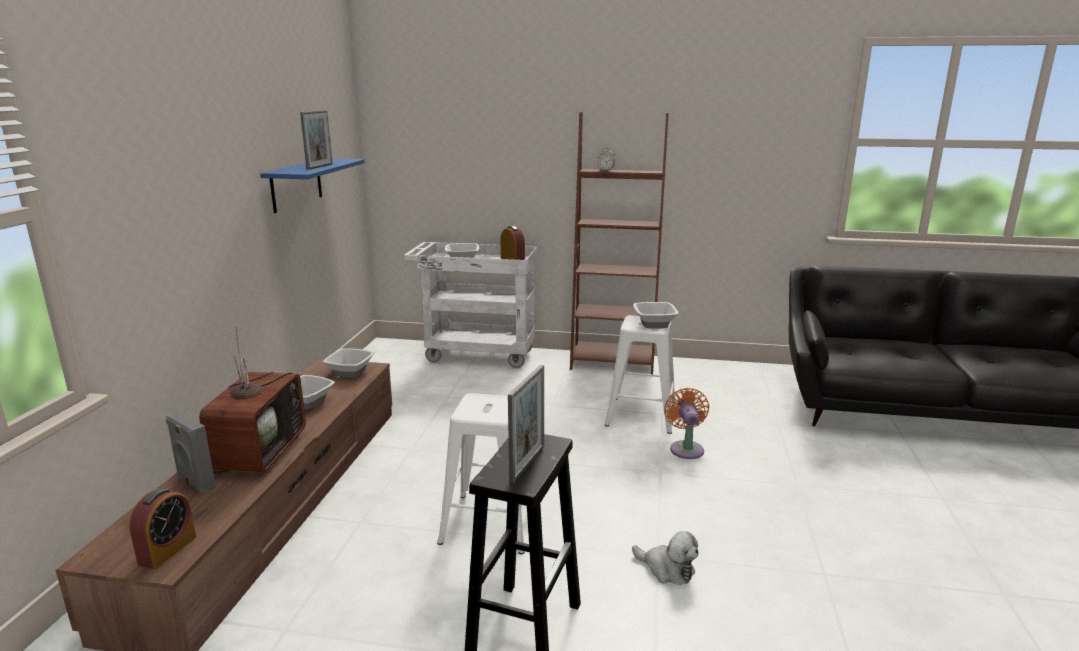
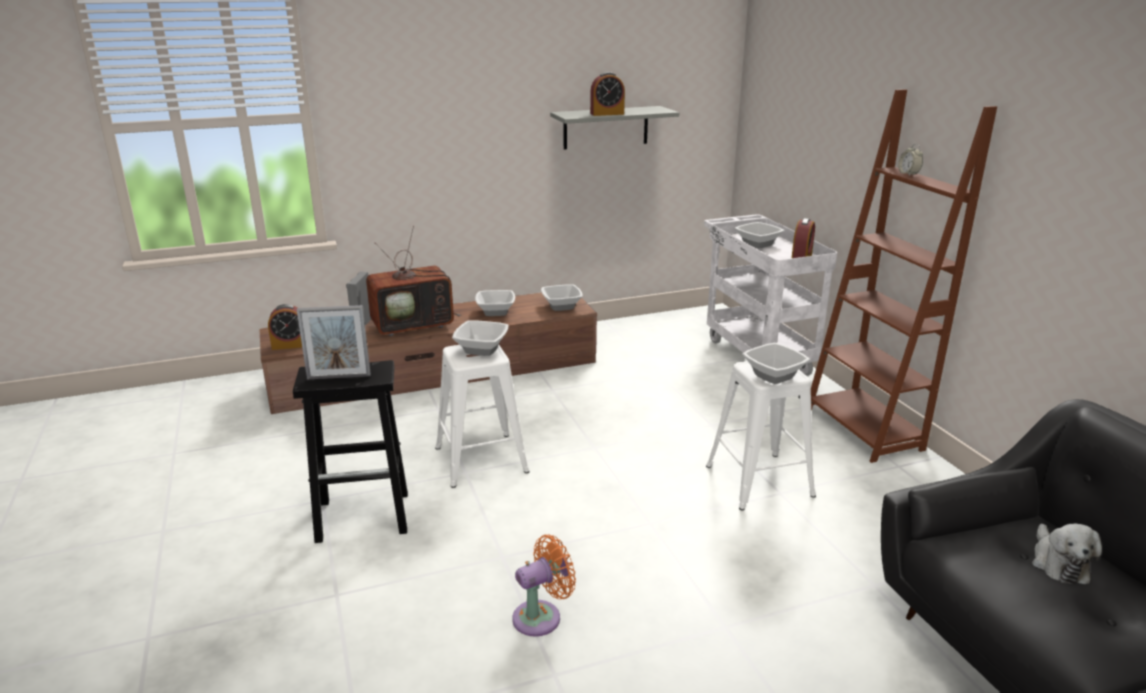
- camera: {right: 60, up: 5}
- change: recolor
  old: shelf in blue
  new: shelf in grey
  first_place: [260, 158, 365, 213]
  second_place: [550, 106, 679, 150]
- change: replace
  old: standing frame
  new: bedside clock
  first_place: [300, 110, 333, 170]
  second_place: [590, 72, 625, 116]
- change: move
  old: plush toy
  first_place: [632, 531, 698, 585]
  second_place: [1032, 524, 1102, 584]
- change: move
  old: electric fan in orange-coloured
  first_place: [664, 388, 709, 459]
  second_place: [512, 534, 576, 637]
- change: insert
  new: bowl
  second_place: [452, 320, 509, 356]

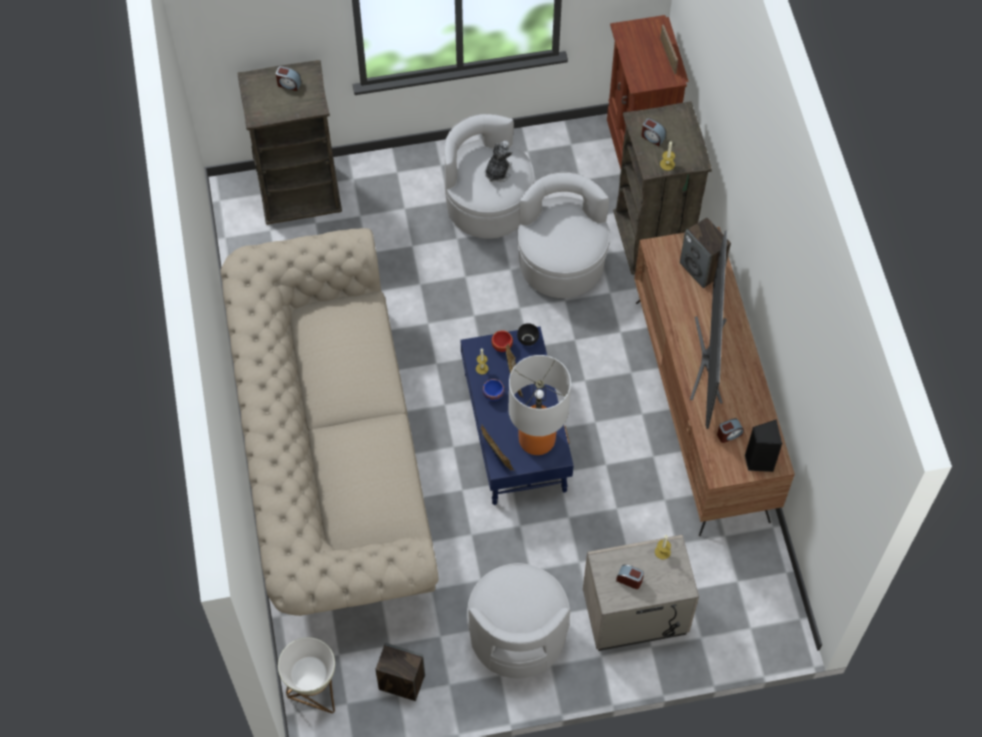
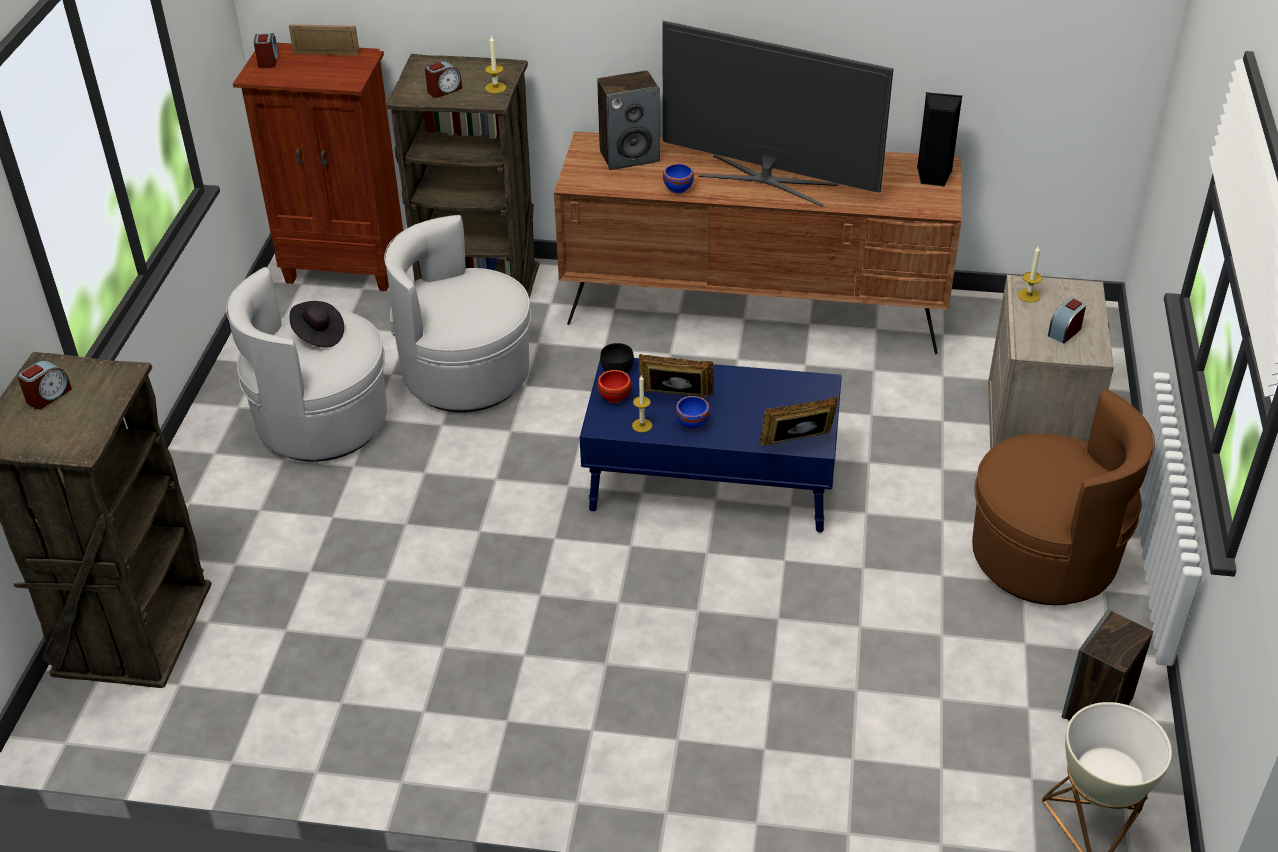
- camera: {right: -70, up: -20}
- change: delete
  old: couch in sand-coloured
  first_place: [221, 228, 439, 616]
- change: recolor
  old: easy chair in white
  new: easy chair in brownish
  first_place: [467, 563, 570, 678]
  second_place: [972, 389, 1155, 606]
- change: replace
  old: plush toy
  new: wearable hat in blackish
  first_place: [485, 141, 513, 182]
  second_place: [290, 301, 344, 348]
- change: delete
  old: table lamp
  first_place: [508, 355, 571, 455]
- change: move
  old: bedside clock
  first_place: [717, 418, 744, 443]
  second_place: [254, 33, 278, 68]
- change: insert
  new: bowl in blue
  second_place: [663, 164, 694, 194]

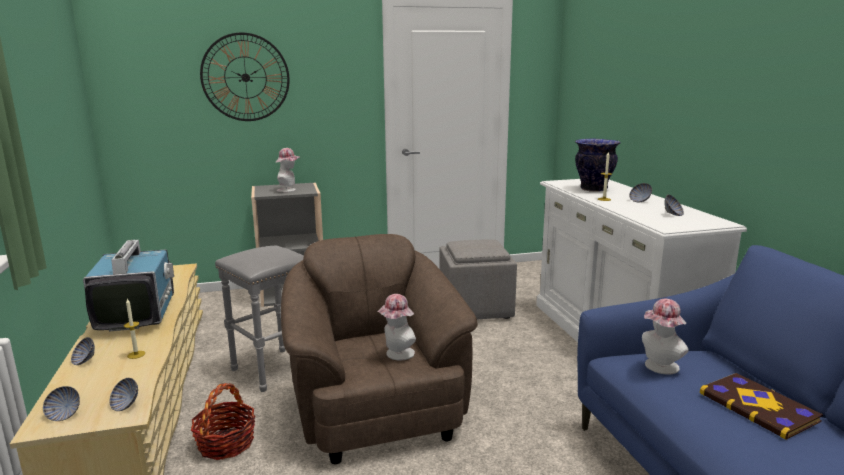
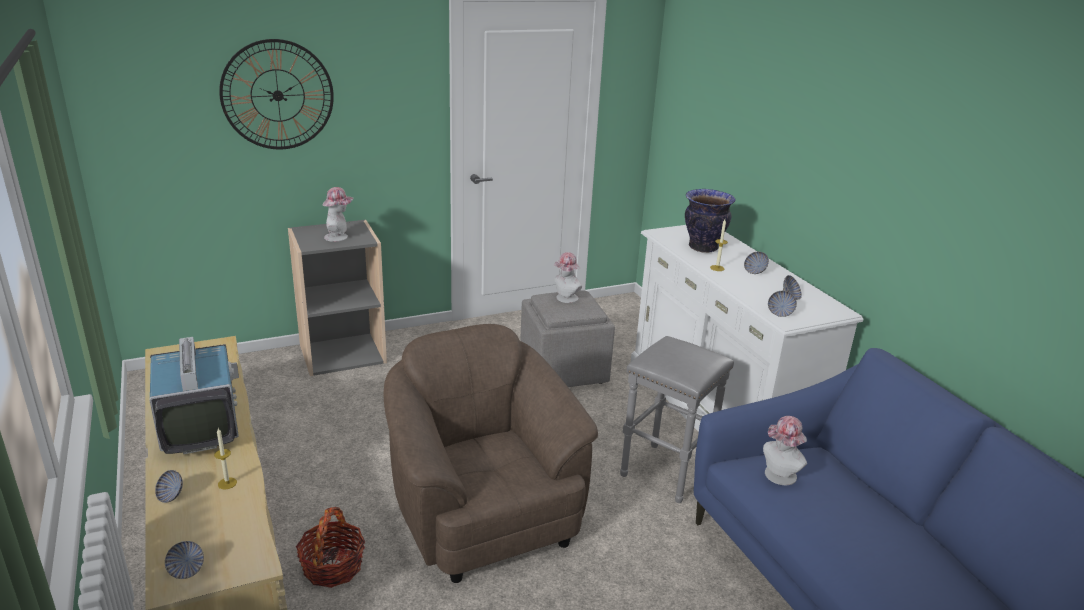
- camera: {right: -10, up: 10}
- change: move
  old: bowl
  first_place: [109, 378, 138, 411]
  second_place: [768, 291, 797, 317]
- change: move
  old: stool in grey
  first_place: [215, 246, 304, 392]
  second_place: [620, 336, 734, 503]
- change: move
  old: wearable hat
  first_place: [377, 294, 416, 360]
  second_place: [554, 252, 582, 303]
- change: delete
  old: volume
  first_place: [700, 373, 823, 440]

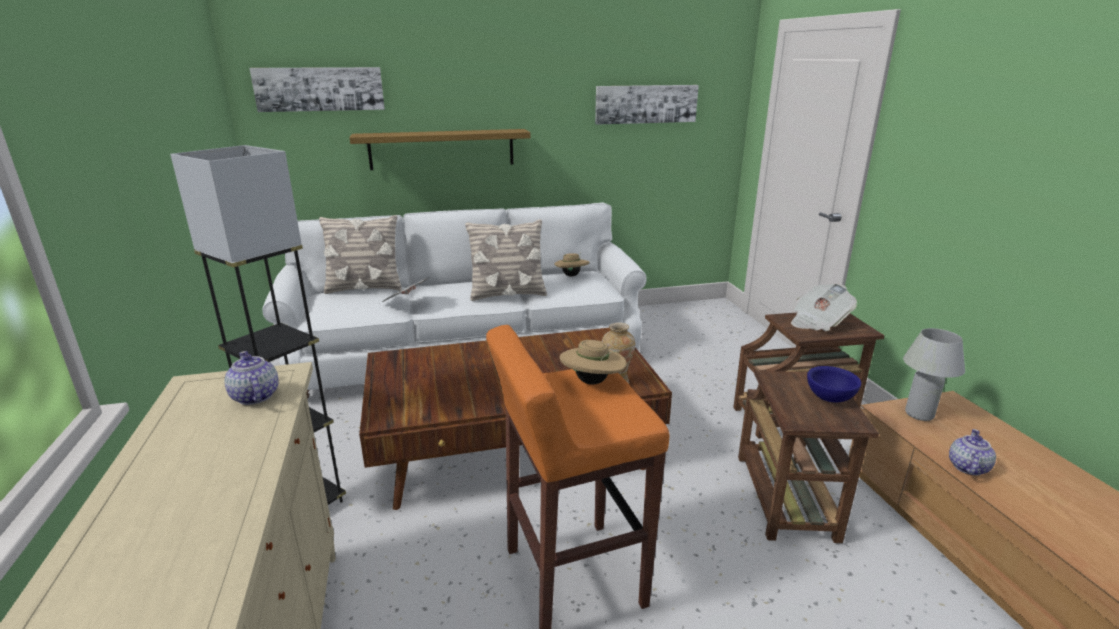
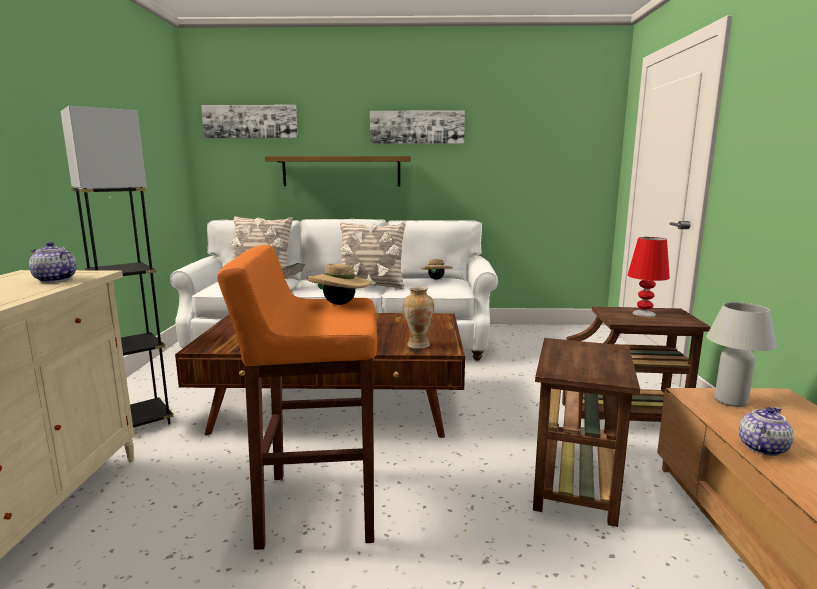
- camera: {right: 15, up: -10}
- change: rotate
  old: teapot
  first_place: [225, 351, 279, 405]
  second_place: [29, 242, 77, 283]
  degrees: -45
- change: move
  old: picture
  first_place: [595, 85, 699, 125]
  second_place: [370, 110, 465, 144]
- change: replace
  old: printed paper
  new: table lamp in reddish
  first_place: [791, 283, 857, 331]
  second_place: [627, 237, 670, 317]
- change: delete
  old: bowl in blue
  first_place: [807, 366, 861, 403]

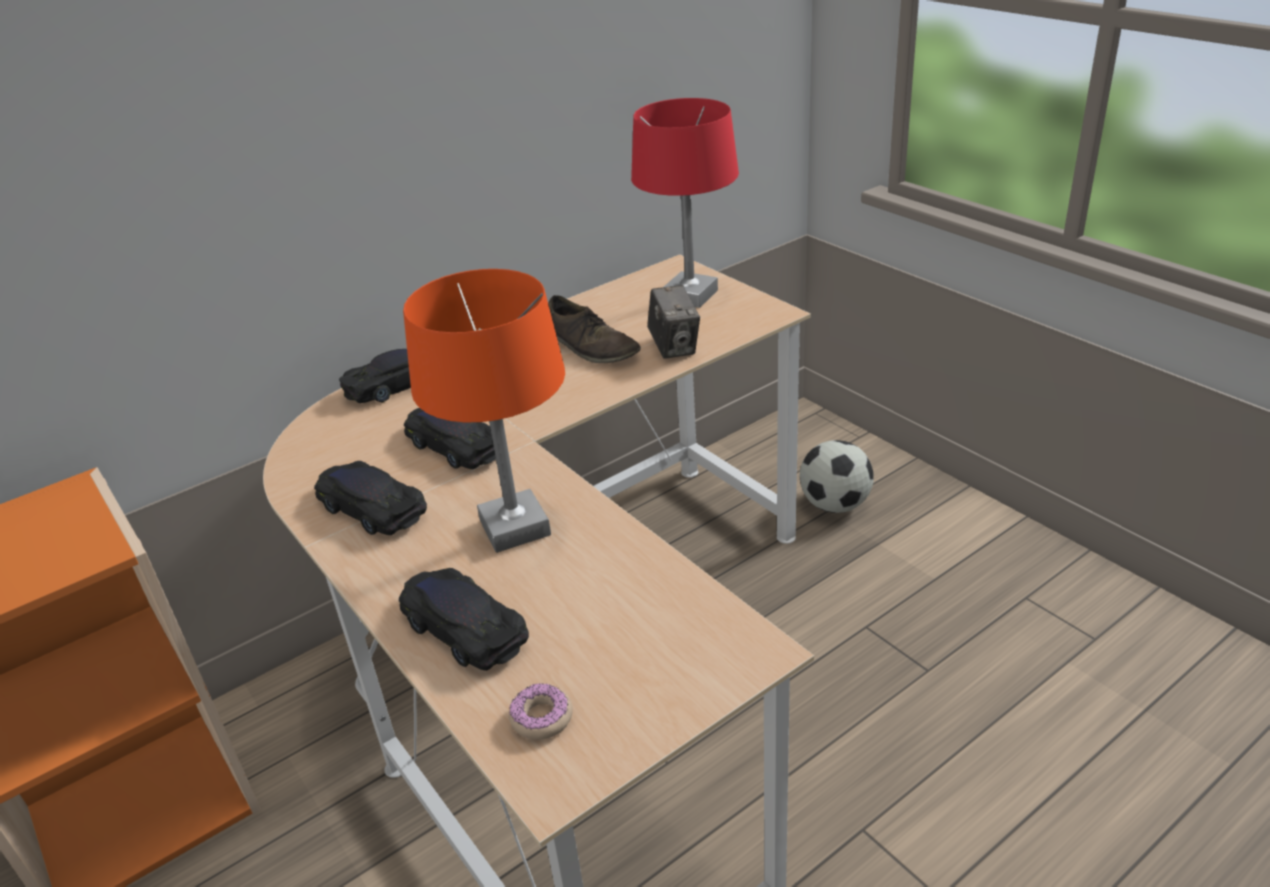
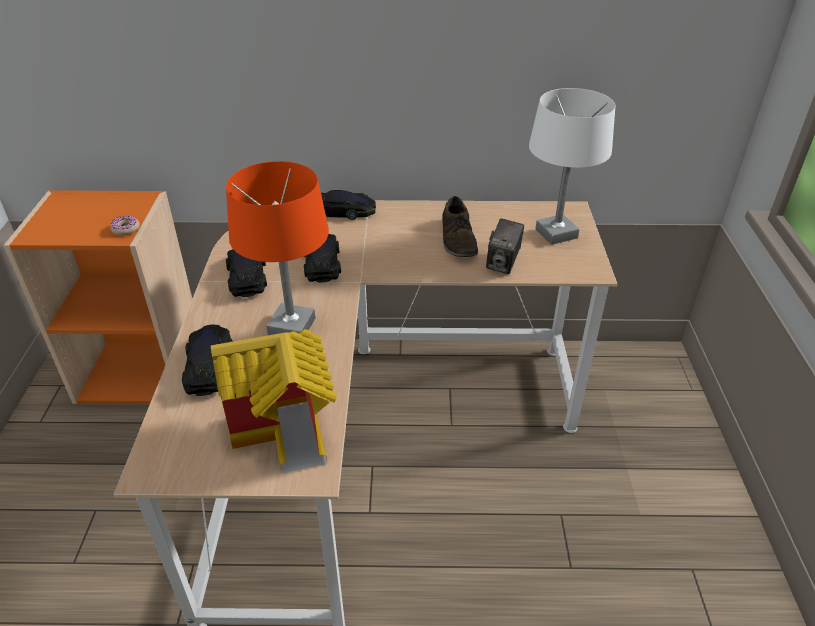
- camera: {right: 35, up: 5}
- change: move
  old: doughnut
  first_place: [509, 683, 573, 740]
  second_place: [110, 216, 140, 236]
- change: recolor
  old: table lamp in reddish
  new: table lamp in white
  first_place: [631, 98, 739, 308]
  second_place: [529, 88, 616, 245]
- change: delete
  old: football
  first_place: [799, 440, 874, 513]
- change: insert
  new: toy house
  second_place: [211, 329, 337, 474]

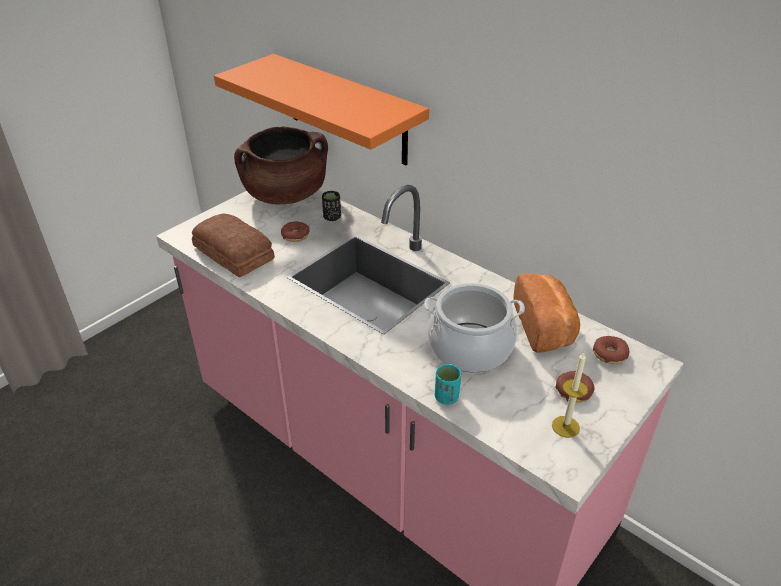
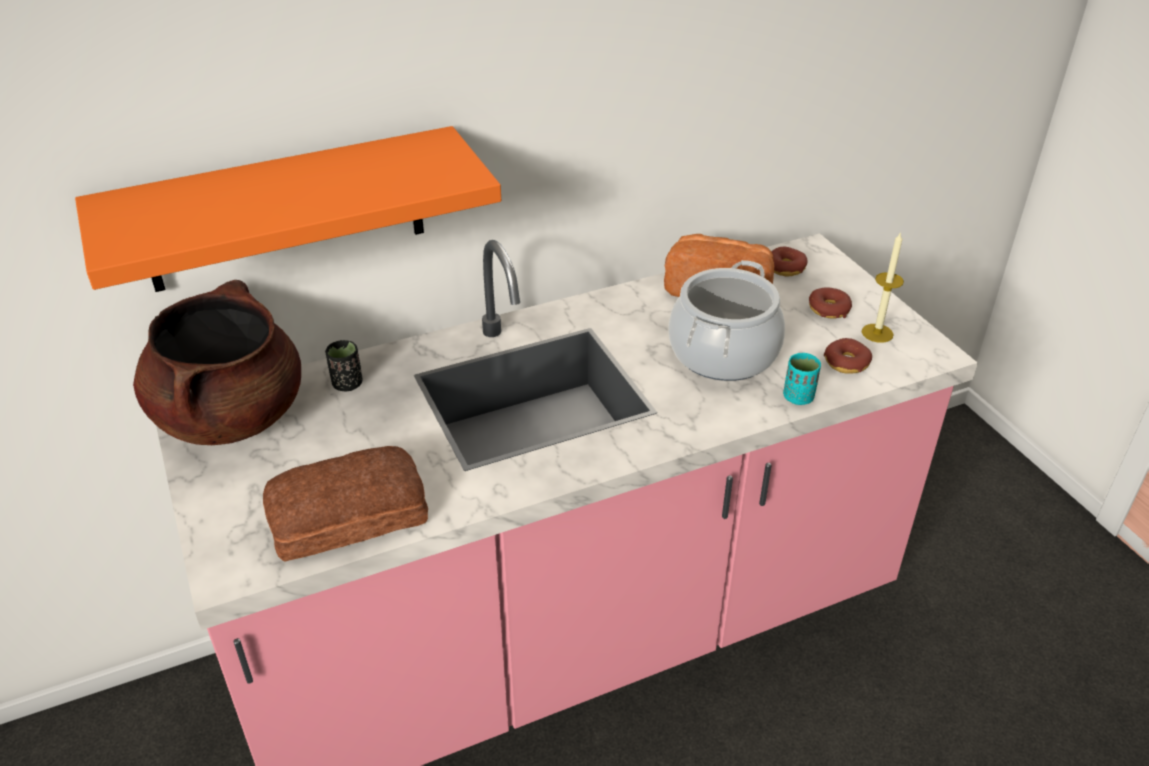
- camera: {right: -65, up: 0}
- change: move
  old: doughnut
  first_place: [281, 222, 310, 242]
  second_place: [824, 338, 872, 374]

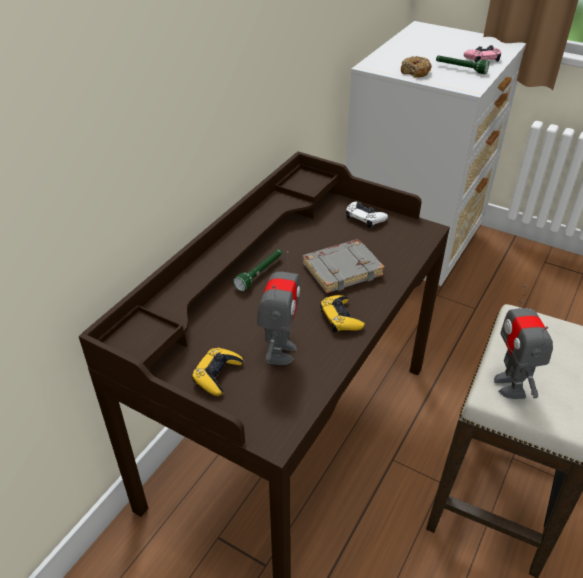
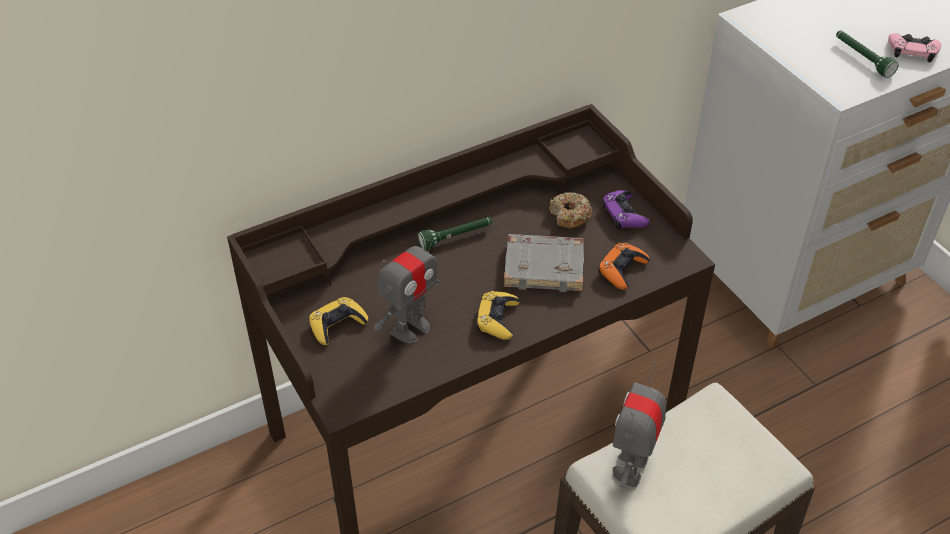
- camera: {right: 30, up: 5}
- change: recolor
  old: gamepad in white
  new: gamepad in purple-coloured
  first_place: [346, 201, 388, 228]
  second_place: [602, 190, 650, 229]
- change: move
  old: doughnut
  first_place: [401, 56, 432, 77]
  second_place: [549, 192, 592, 228]
- change: insert
  new: gamepad in orange-coloured
  second_place: [599, 243, 650, 290]

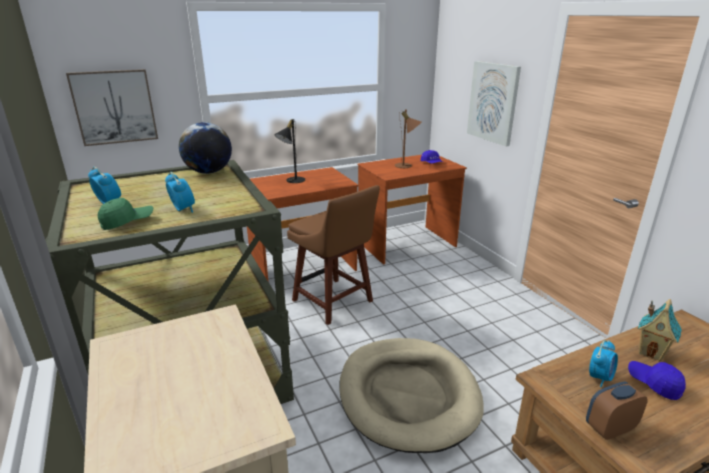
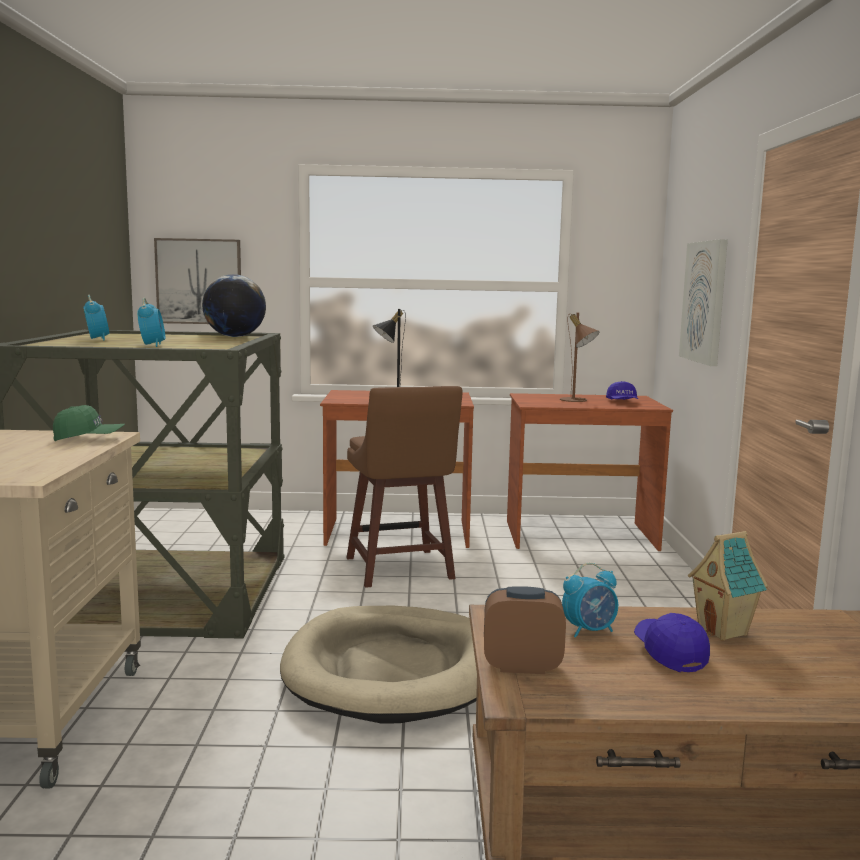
- camera: {right: 25, up: -15}
- change: move
  old: peaked cap in green-coloured
  first_place: [98, 198, 153, 230]
  second_place: [53, 405, 125, 441]

